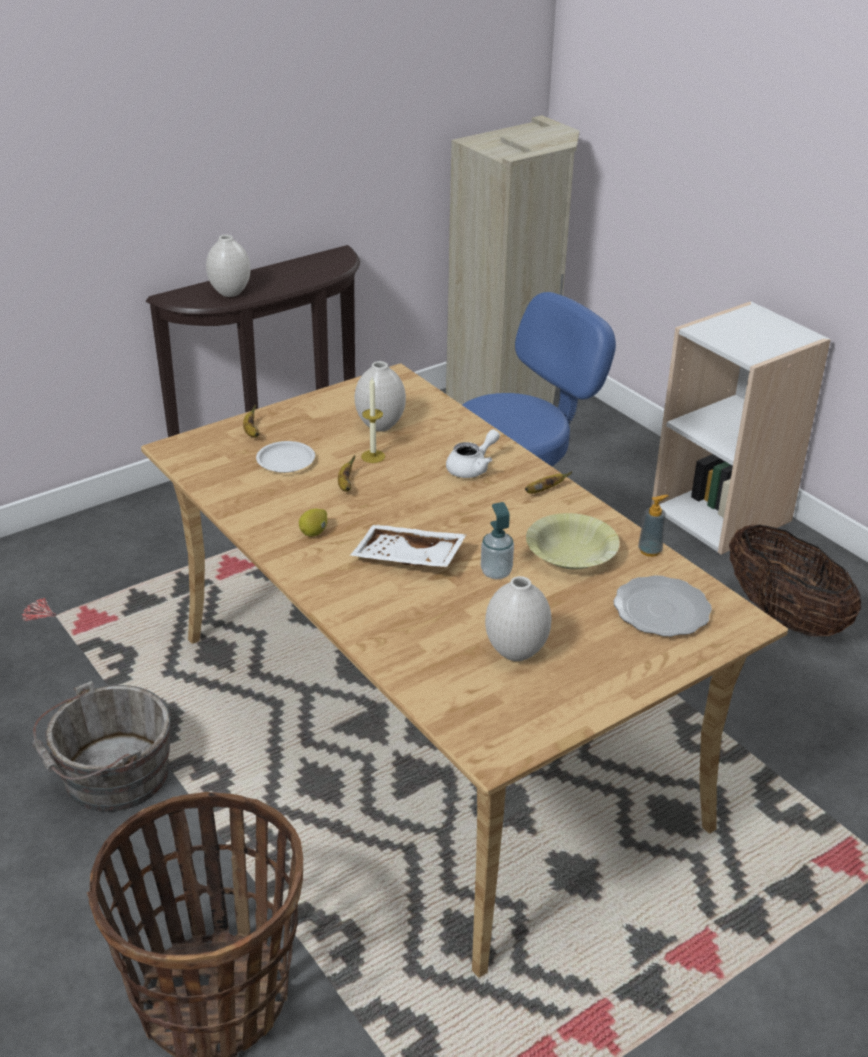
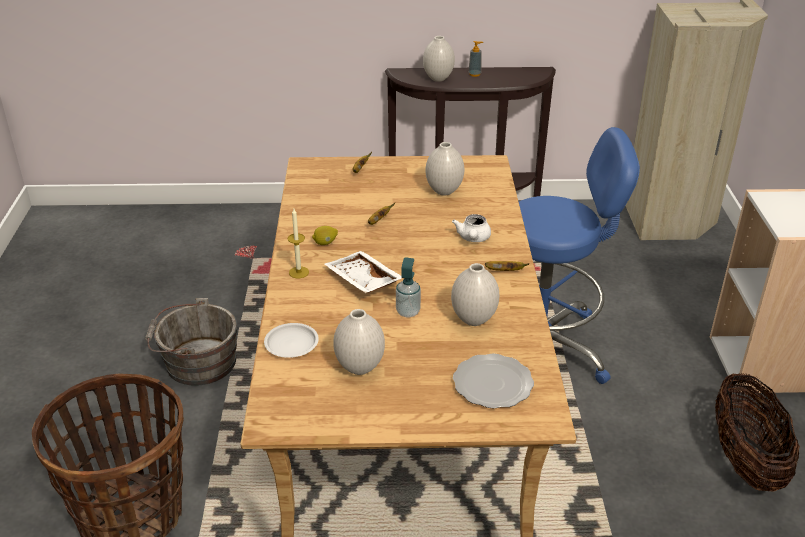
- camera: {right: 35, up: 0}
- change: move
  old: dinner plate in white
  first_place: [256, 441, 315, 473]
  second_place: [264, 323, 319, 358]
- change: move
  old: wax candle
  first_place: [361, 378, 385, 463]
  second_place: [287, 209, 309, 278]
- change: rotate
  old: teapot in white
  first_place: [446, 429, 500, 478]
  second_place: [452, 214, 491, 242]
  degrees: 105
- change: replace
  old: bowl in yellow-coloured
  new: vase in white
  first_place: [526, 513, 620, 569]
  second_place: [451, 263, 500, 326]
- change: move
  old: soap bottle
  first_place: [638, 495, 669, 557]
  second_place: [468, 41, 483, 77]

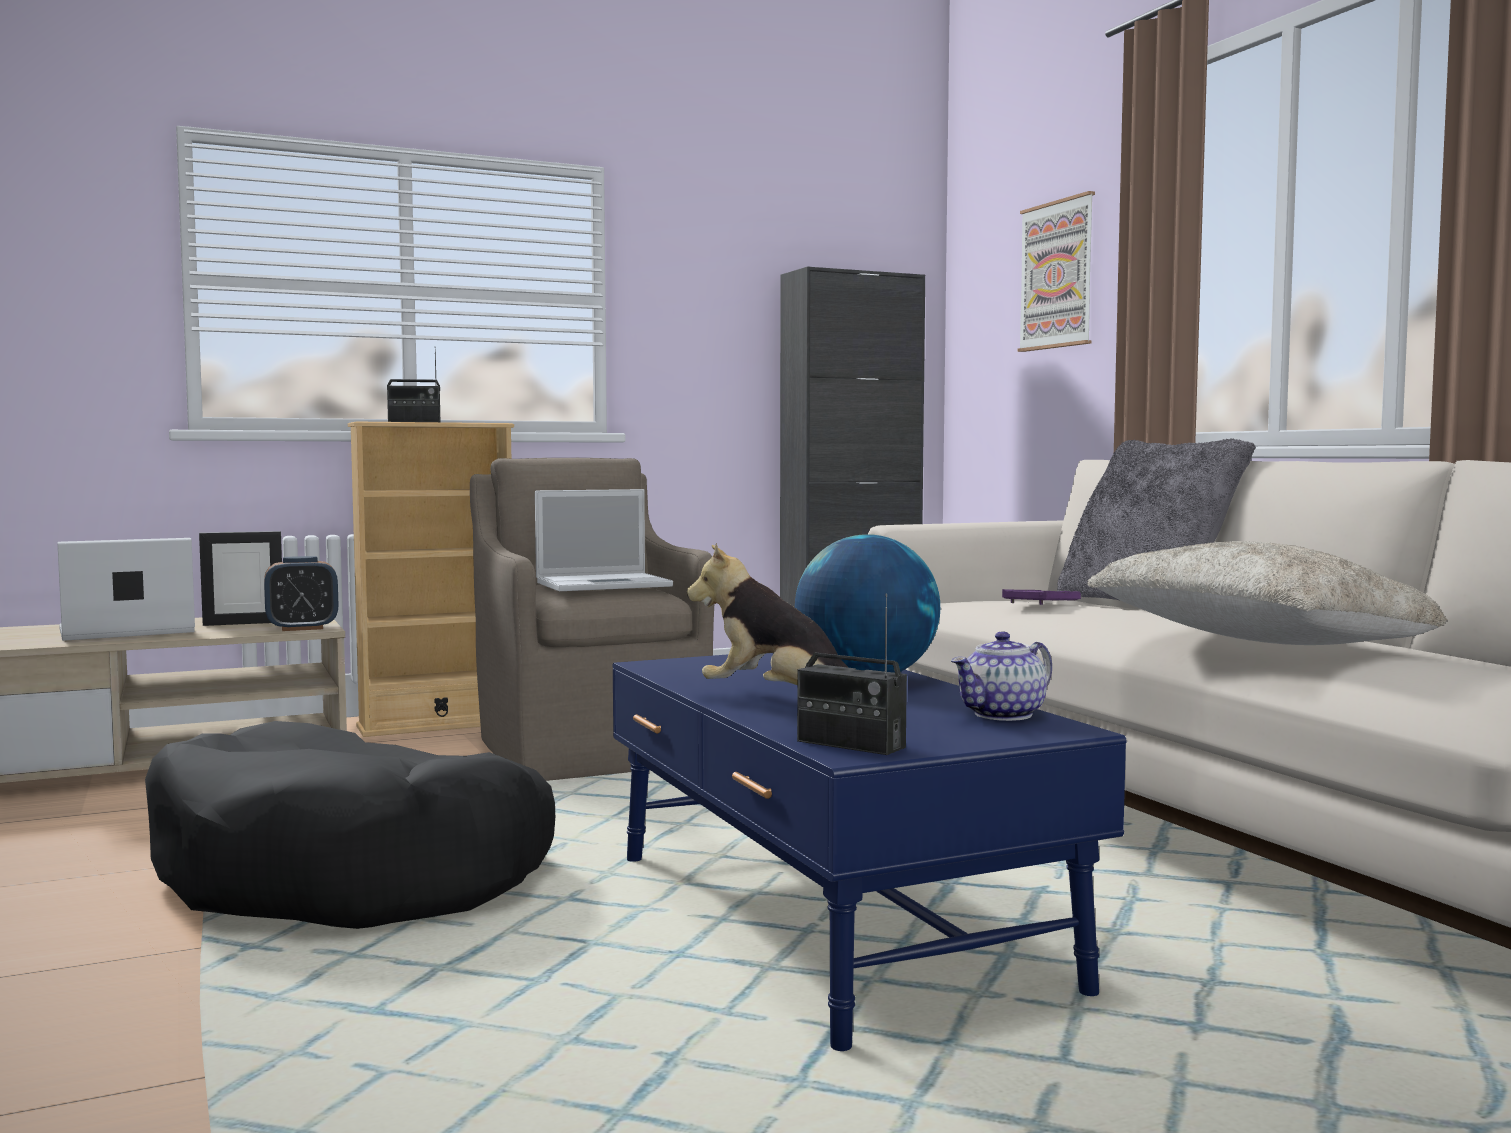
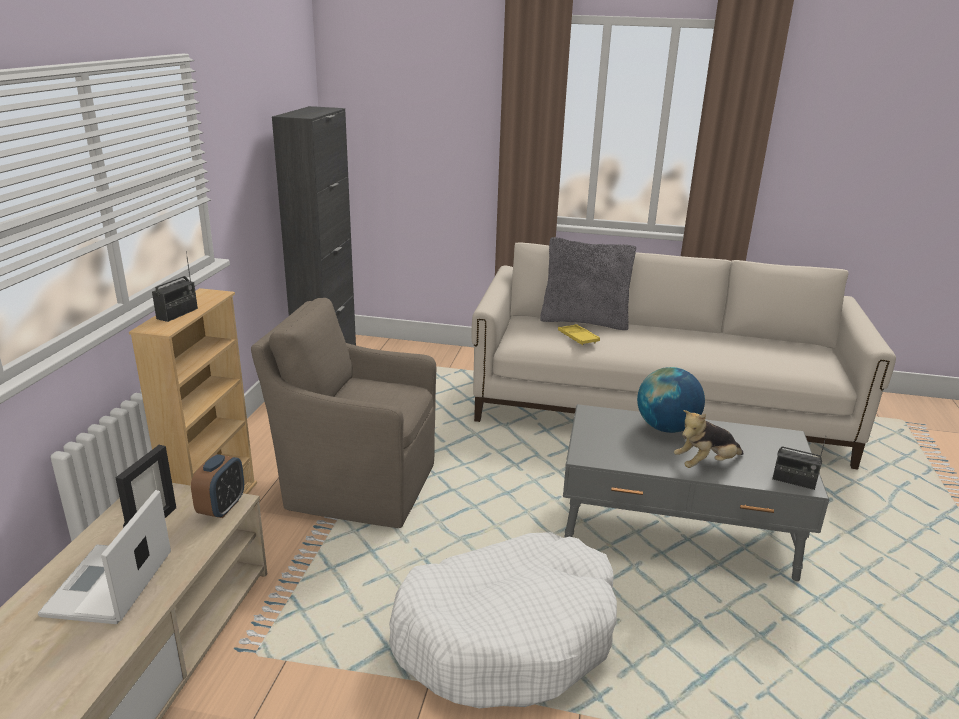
- camera: {right: -55, up: 20}
- change: recolor
  old: dog cushion in blackish
  new: dog cushion in white
  first_place: [145, 721, 555, 929]
  second_place: [389, 532, 617, 708]
- change: delete
  old: notebook computer
  first_place: [535, 489, 673, 591]
- change: recolor
  old: lounge table in blue
  new: lounge table in grey
  first_place: [612, 653, 1127, 1051]
  second_place: [563, 404, 829, 581]
- change: rotate
  old: radio set
  first_place: [797, 594, 907, 755]
  second_place: [772, 436, 826, 490]
  degrees: 45
- change: delete
  old: teapot
  first_place: [951, 631, 1052, 721]
- change: recolor
  old: serving tray in purple-coloured
  new: serving tray in yellow-coloured
  first_place: [1002, 589, 1081, 605]
  second_place: [558, 324, 600, 345]
- change: delete
  old: picture
  first_place: [1017, 191, 1095, 352]
- change: delete
  old: pillow in sand-coloured
  first_place: [1088, 541, 1447, 645]

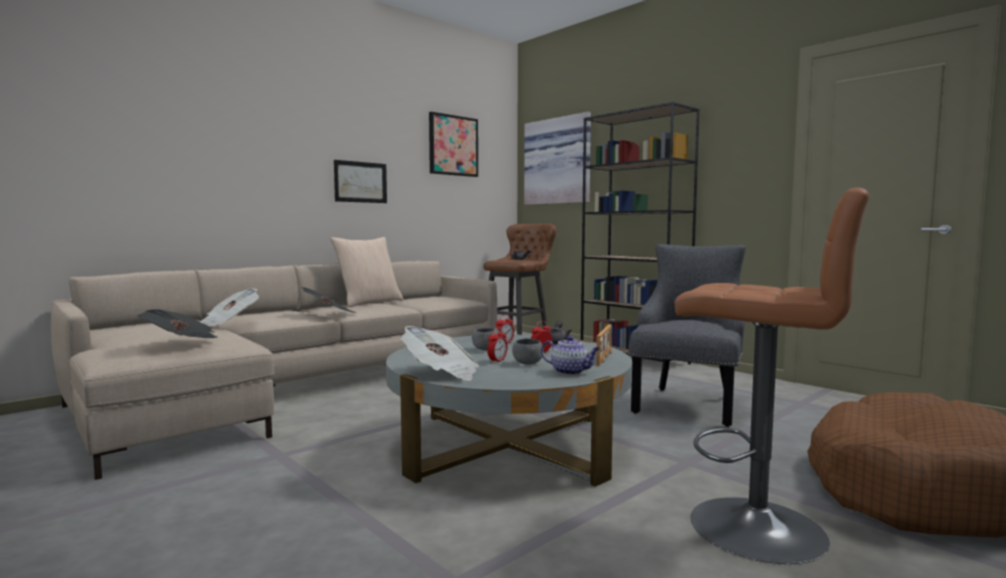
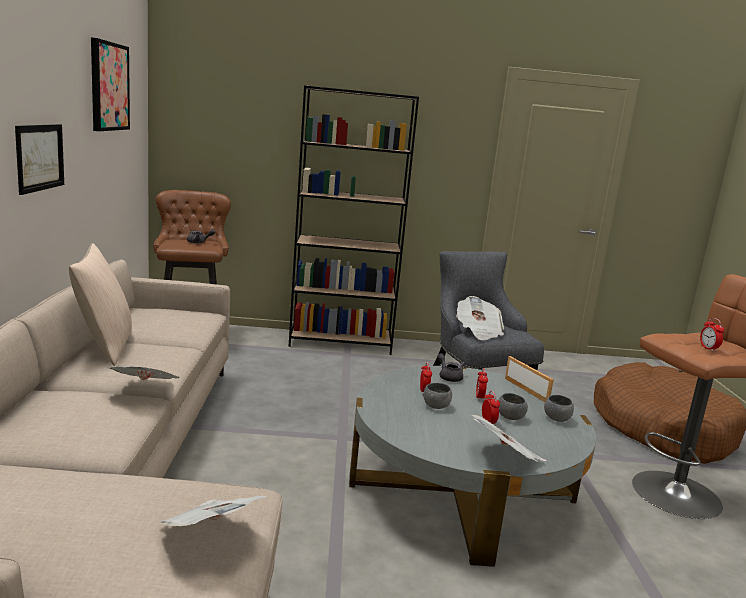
- camera: {right: -50, up: 10}
- change: move
  old: printed paper
  first_place: [200, 288, 259, 326]
  second_place: [456, 296, 504, 340]
- change: delete
  old: picture
  first_place: [524, 112, 591, 205]
- change: replace
  old: teapot
  new: bowl in grey
  first_place: [541, 336, 600, 375]
  second_place: [544, 395, 574, 422]
- change: insert
  new: bedside clock
  second_place: [700, 318, 724, 352]

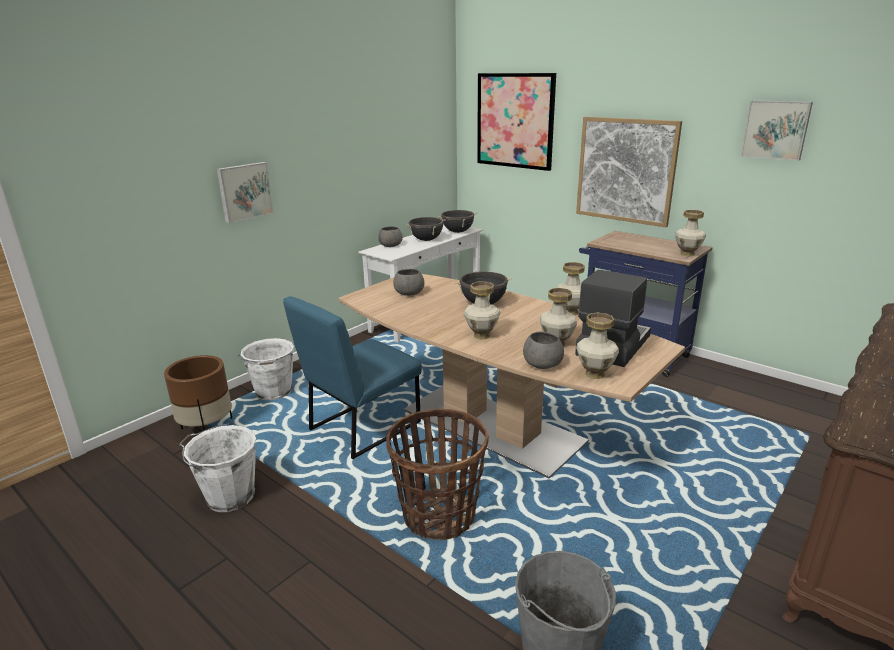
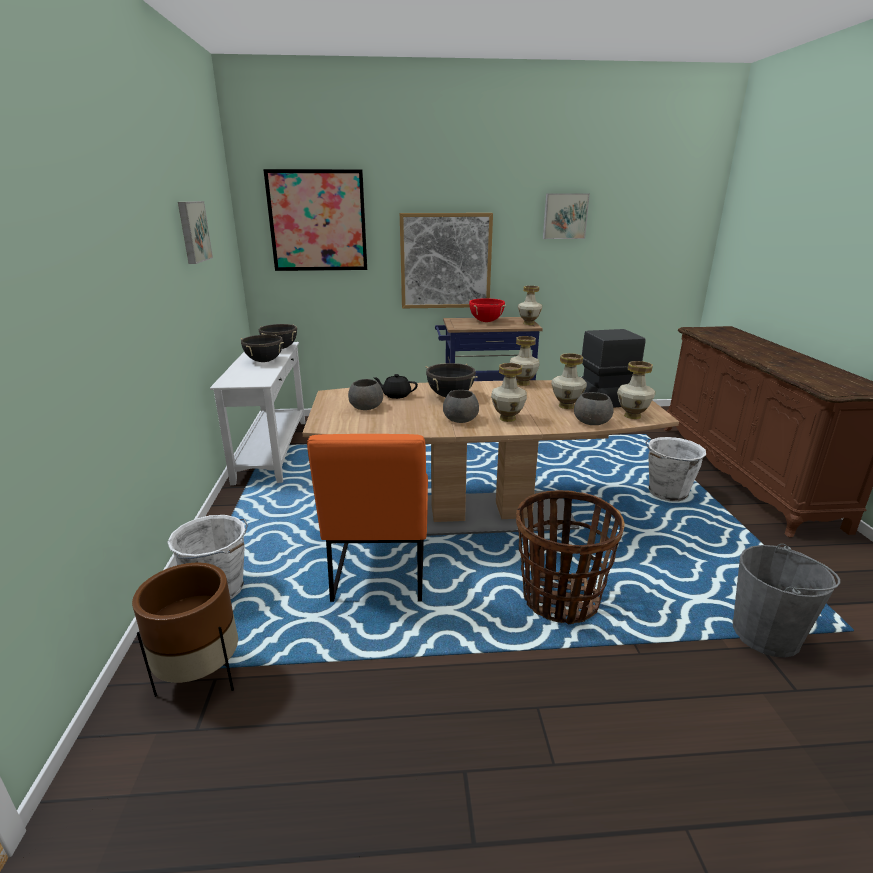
- camera: {right: -45, up: 0}
- change: move
  old: bucket in white
  first_place: [179, 423, 256, 512]
  second_place: [646, 437, 706, 502]
- change: move
  old: picture
  first_place: [217, 162, 274, 223]
  second_place: [178, 201, 213, 264]
- change: recolor
  old: upright chair in blue
  new: upright chair in orange-coloured
  first_place: [283, 296, 422, 459]
  second_place: [307, 434, 428, 602]
- change: move
  old: bowl in grey
  first_place: [378, 226, 403, 247]
  second_place: [443, 390, 479, 423]
- change: insert
  new: teapot in blackish
  second_place: [373, 374, 418, 399]
- change: insert
  new: saucepot in reddish
  second_place: [469, 298, 506, 322]

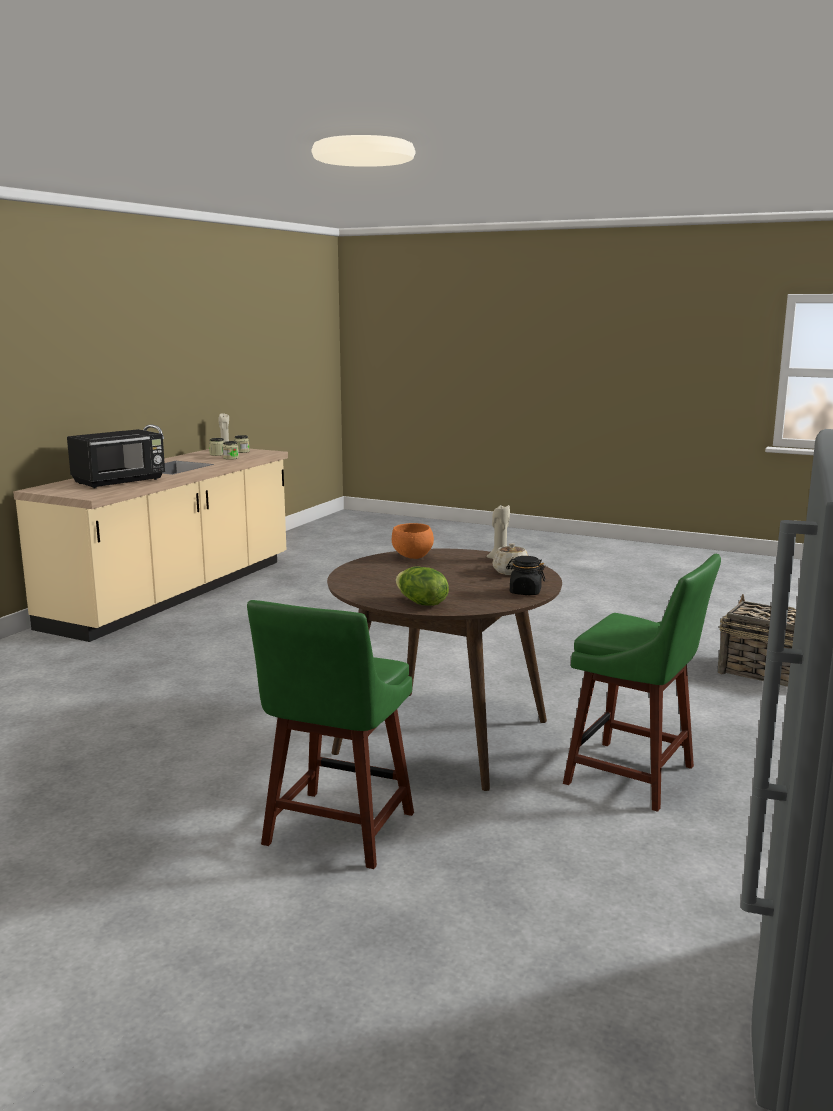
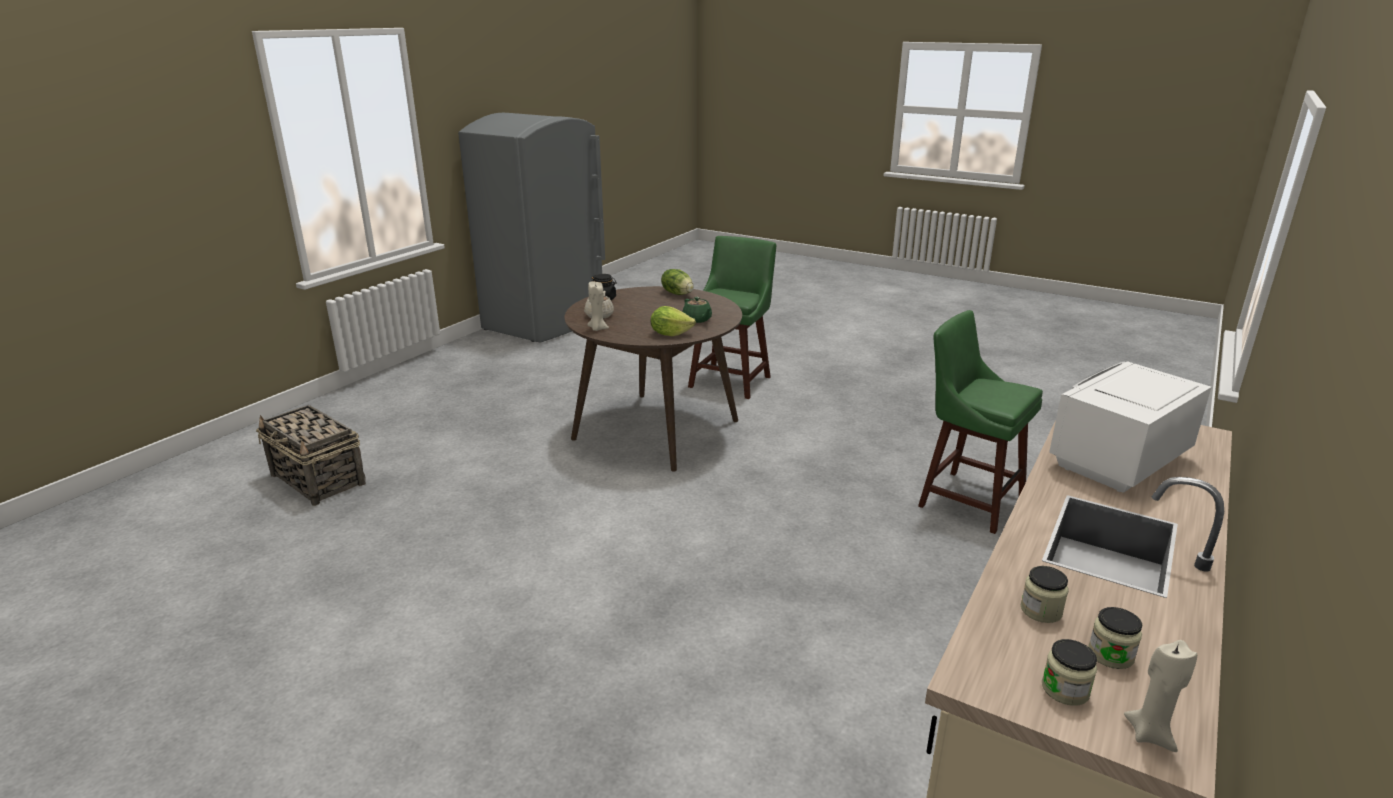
- camera: {right: -175, up: 10}
- change: recolor
  old: kitchen microwave in blackish
  new: kitchen microwave in white
  first_place: [67, 429, 165, 488]
  second_place: [1049, 361, 1212, 493]
- change: replace
  old: bowl in orange-coloured
  new: lettuce
  first_place: [392, 523, 434, 559]
  second_place: [651, 306, 696, 336]
- change: move
  old: upright chair in green-coloured
  first_place: [563, 554, 721, 812]
  second_place: [918, 310, 1043, 534]
- change: insert
  new: teapot in green-coloured
  second_place: [682, 297, 712, 323]

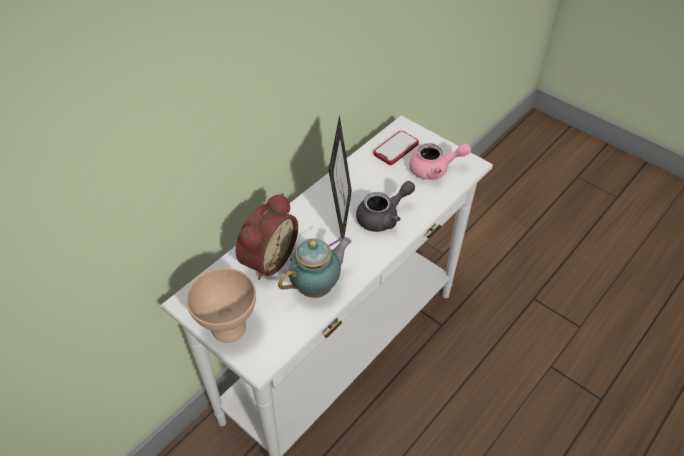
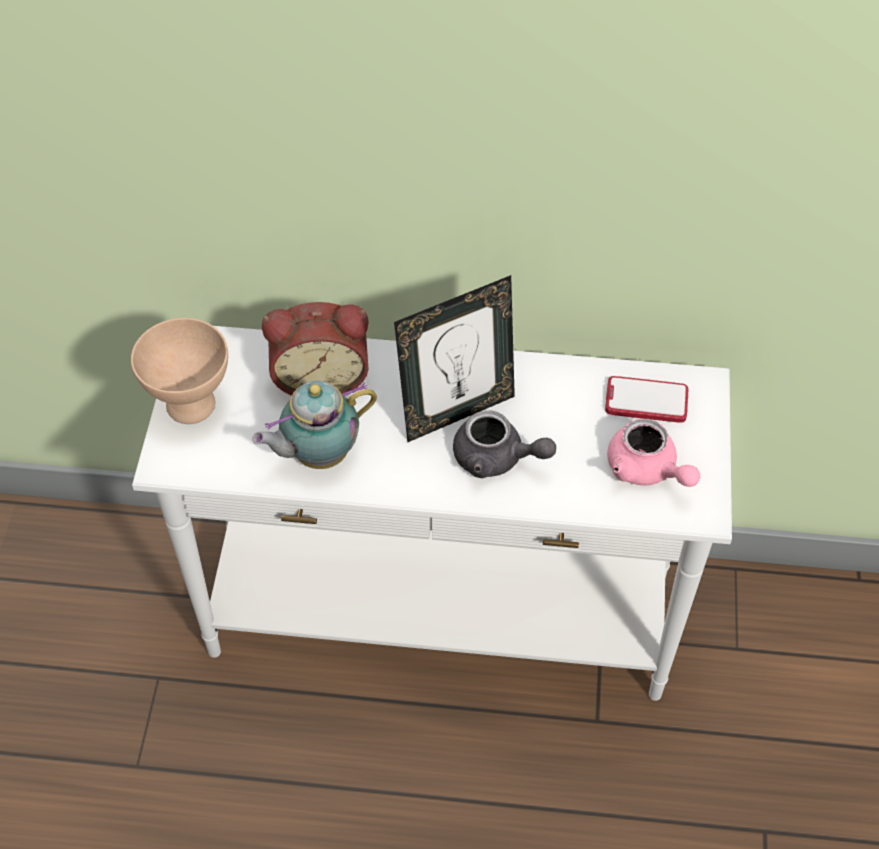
- camera: {right: 55, up: 5}
- change: rotate
  old: teapot
  first_place: [278, 237, 352, 298]
  second_place: [252, 381, 377, 469]
  degrees: 135

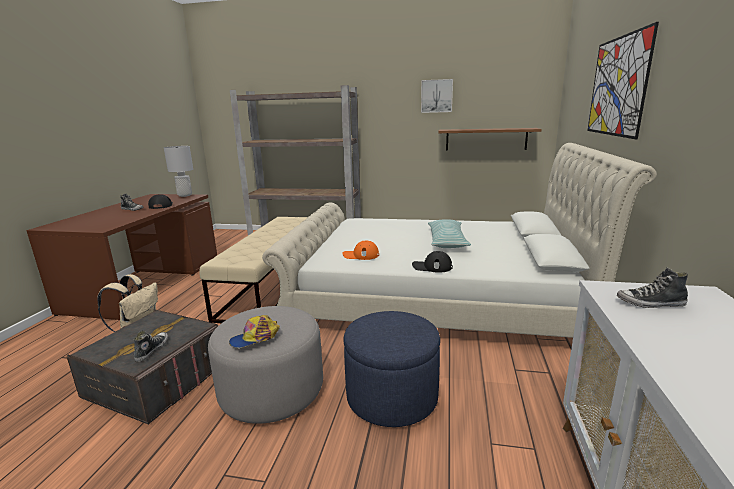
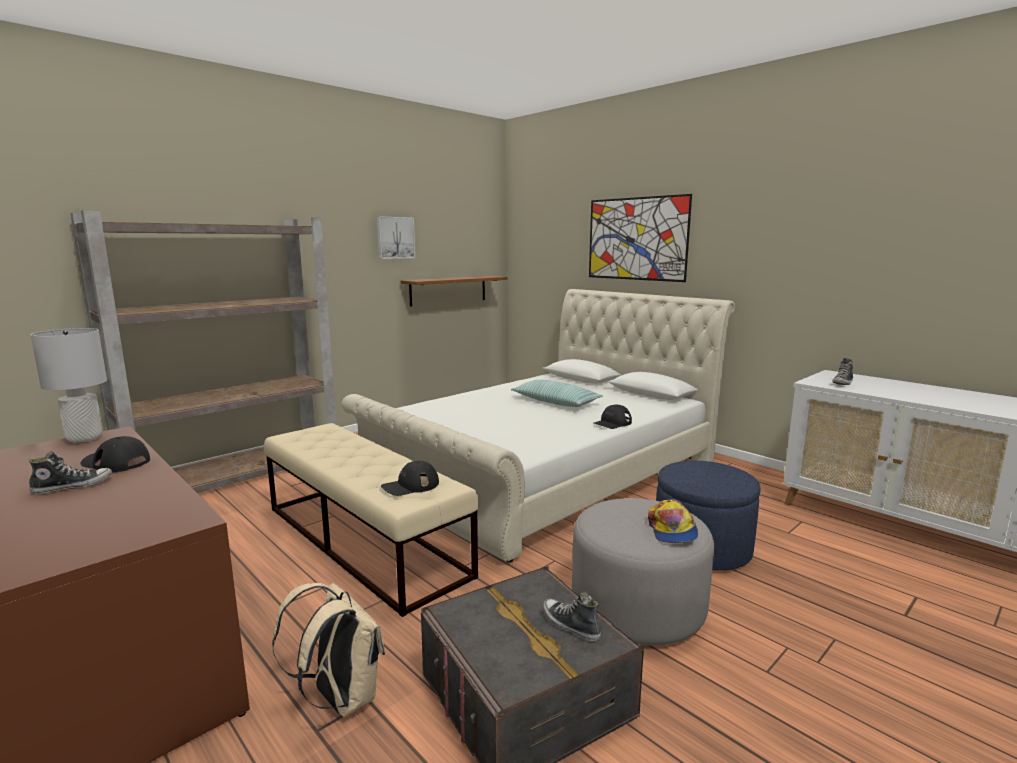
- camera: {right: -55, up: -5}
- change: delete
  old: peaked cap in orange-coloured
  first_place: [342, 241, 379, 260]
- change: insert
  new: peaked cap in blackish
  second_place: [381, 461, 439, 496]

